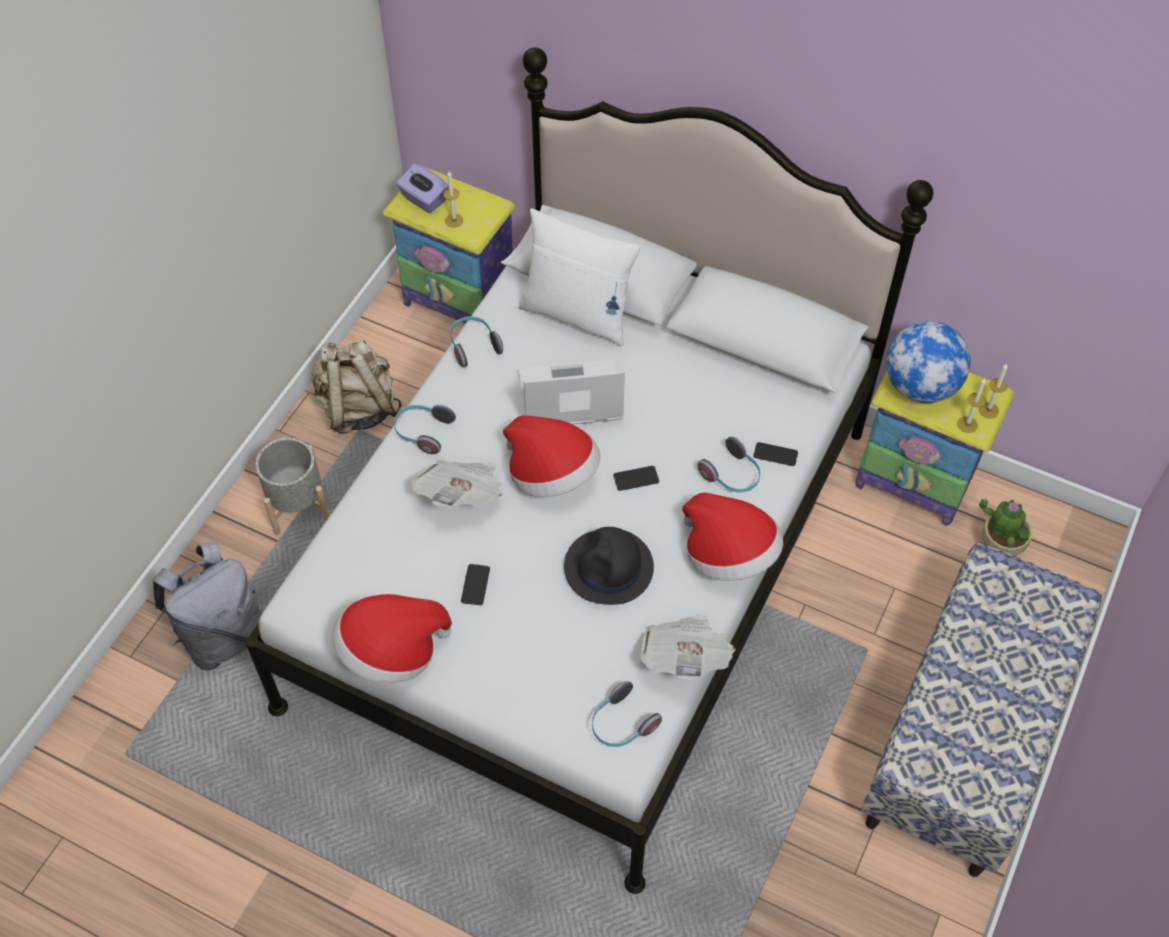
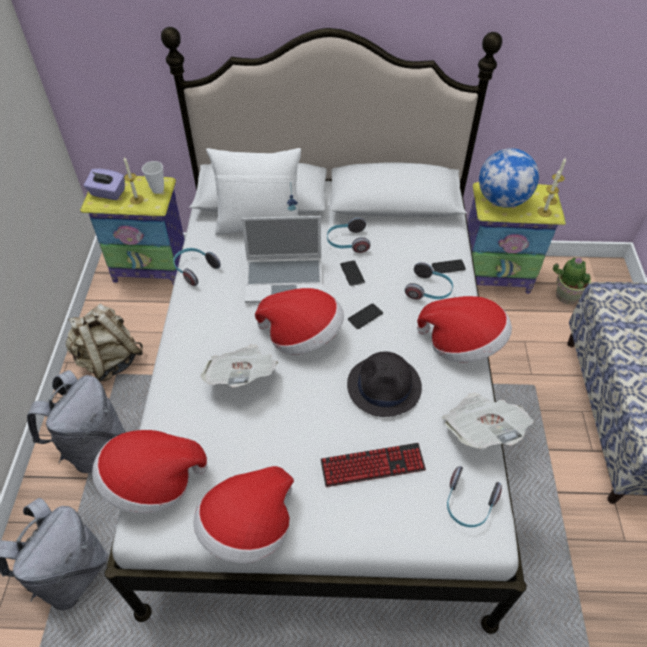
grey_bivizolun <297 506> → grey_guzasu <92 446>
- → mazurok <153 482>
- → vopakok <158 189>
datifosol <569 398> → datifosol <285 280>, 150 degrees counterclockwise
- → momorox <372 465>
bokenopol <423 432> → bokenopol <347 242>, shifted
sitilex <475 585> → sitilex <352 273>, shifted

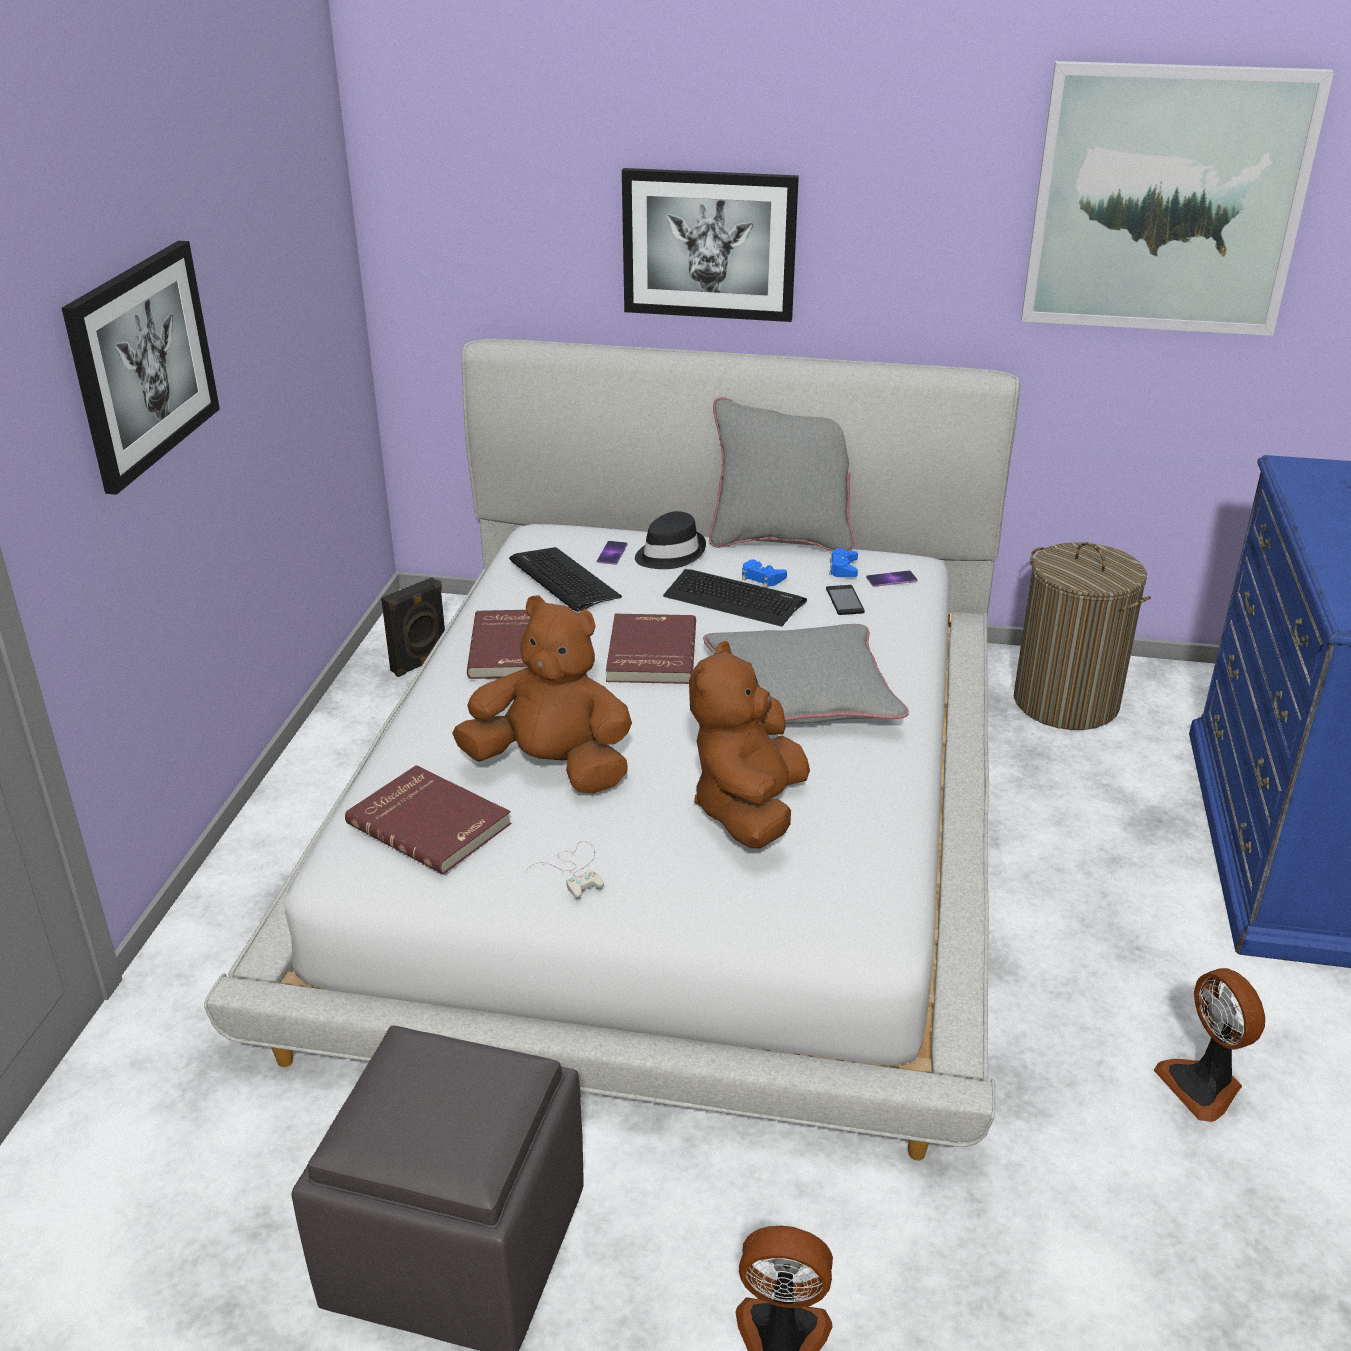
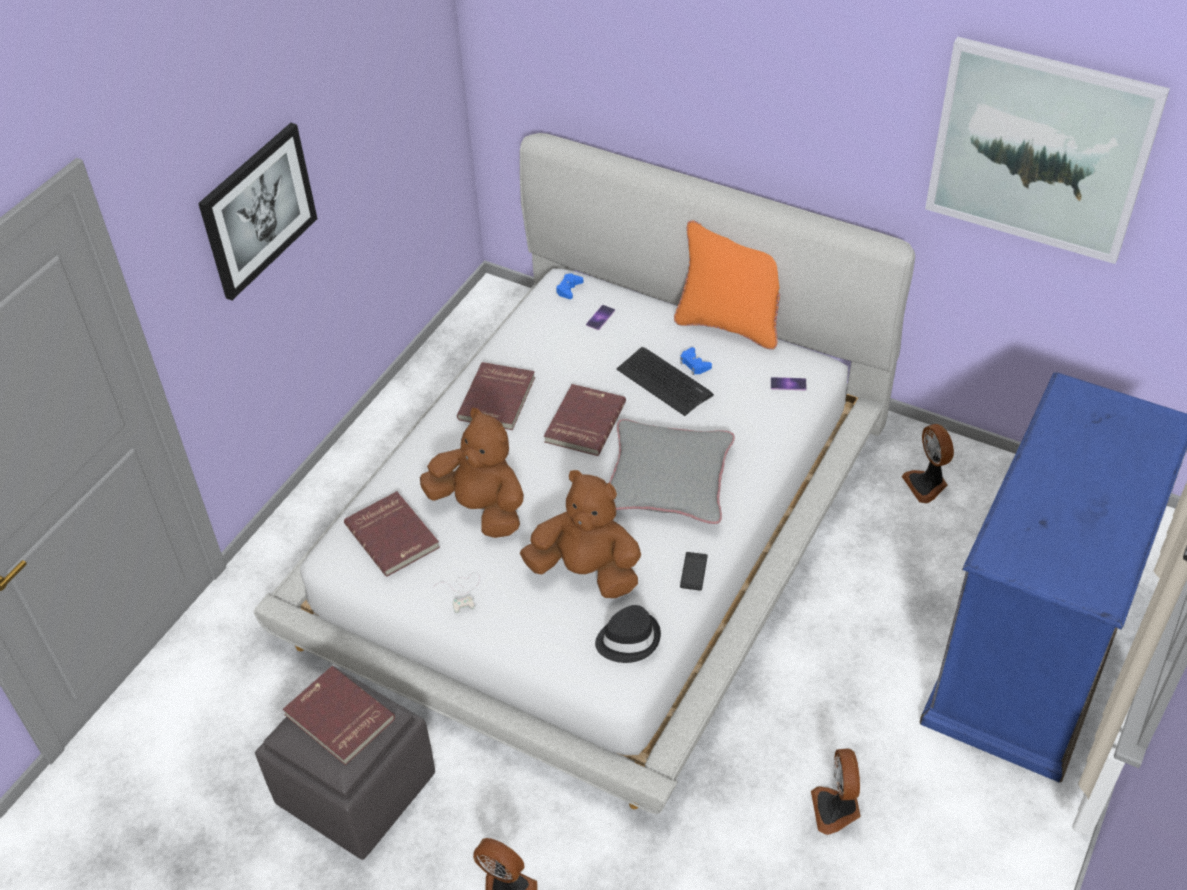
- → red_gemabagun <338 718>
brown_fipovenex <749 810> → brown_fipovenex <586 571>, 75 degrees clockwise
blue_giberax <843 568> → blue_giberax <569 289>, shifted
black_mazurok <669 553> → black_mazurok <628 639>, shifted
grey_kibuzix <781 539> → orange_kibuzix <730 325>
sitilex <844 600> → sitilex <693 571>, shifted
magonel <1066 702> → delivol <927 484>
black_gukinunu <420 664> → -
momorox <563 580> → -
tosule <709 244> → -

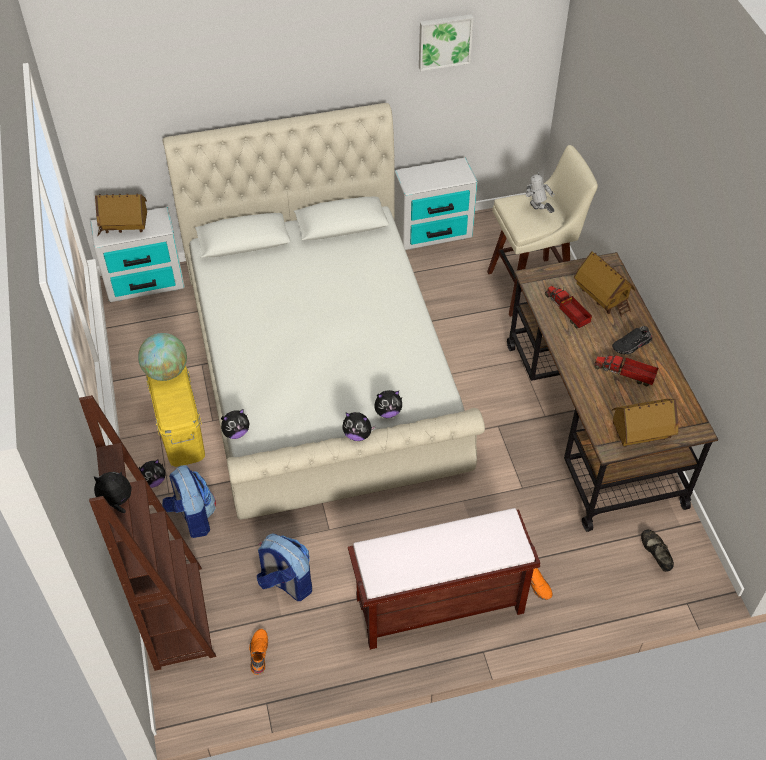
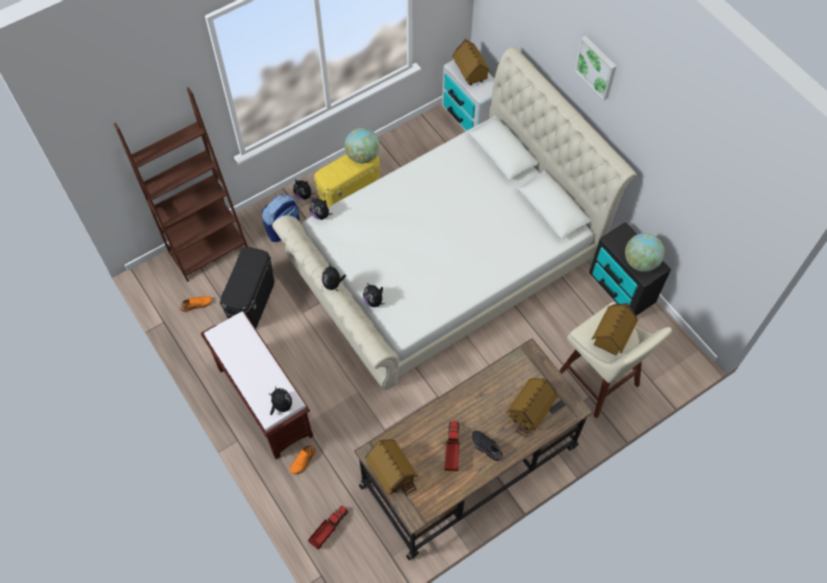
guzasu <286 583> → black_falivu <252 301>
fipovenex <116 502> → fipovenex <281 405>, shifted
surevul <567 311> → surevul <328 529>, shifted
tosule <444 41> → tosule <597 67>, shifted
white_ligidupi <433 236> → black_ligidupi <620 290>
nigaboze <537 212> → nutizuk <611 337>
- → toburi <640 262>
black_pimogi <655 555> → -

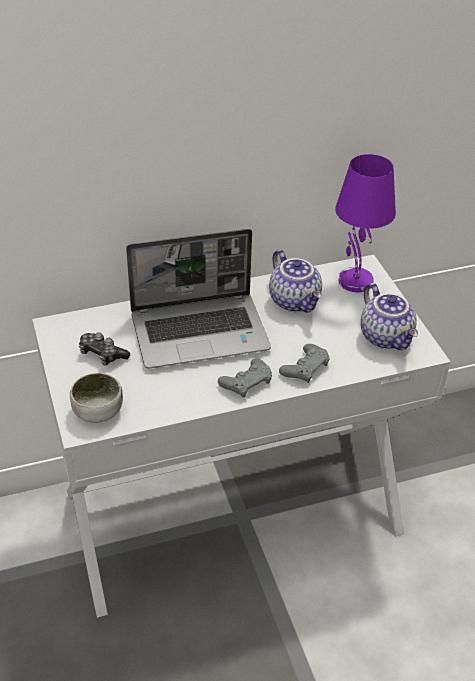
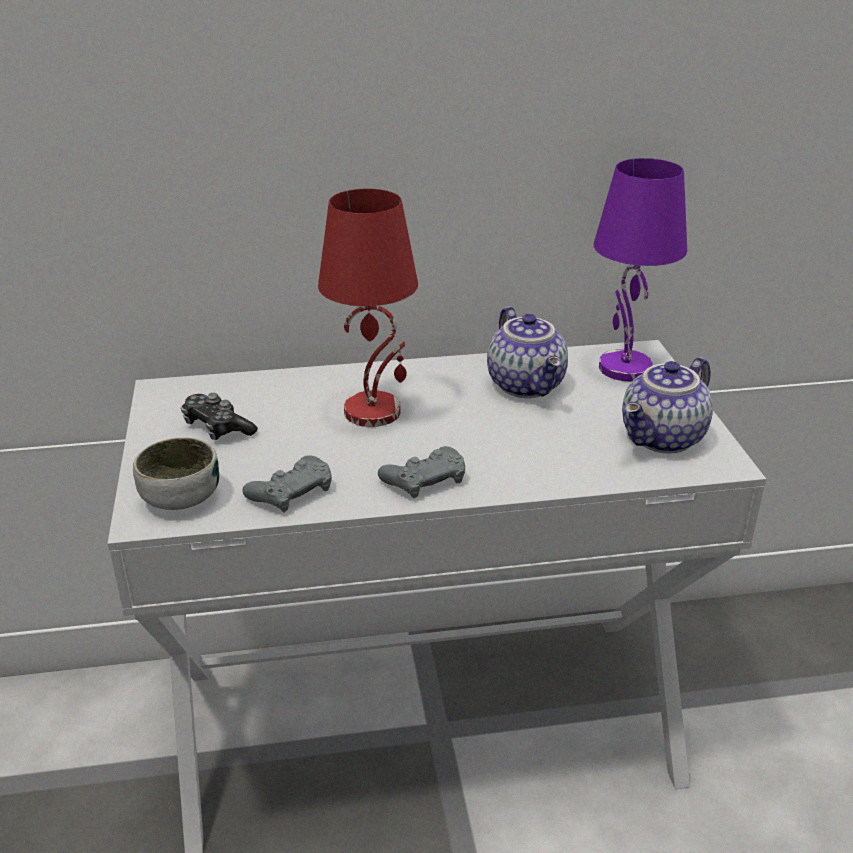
grey_giberax <305 368> → grey_giberax <291 492>, shifted
datifosol <201 331> → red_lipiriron <374 411>
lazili <387 337> → lazili <664 439>, 60 degrees clockwise

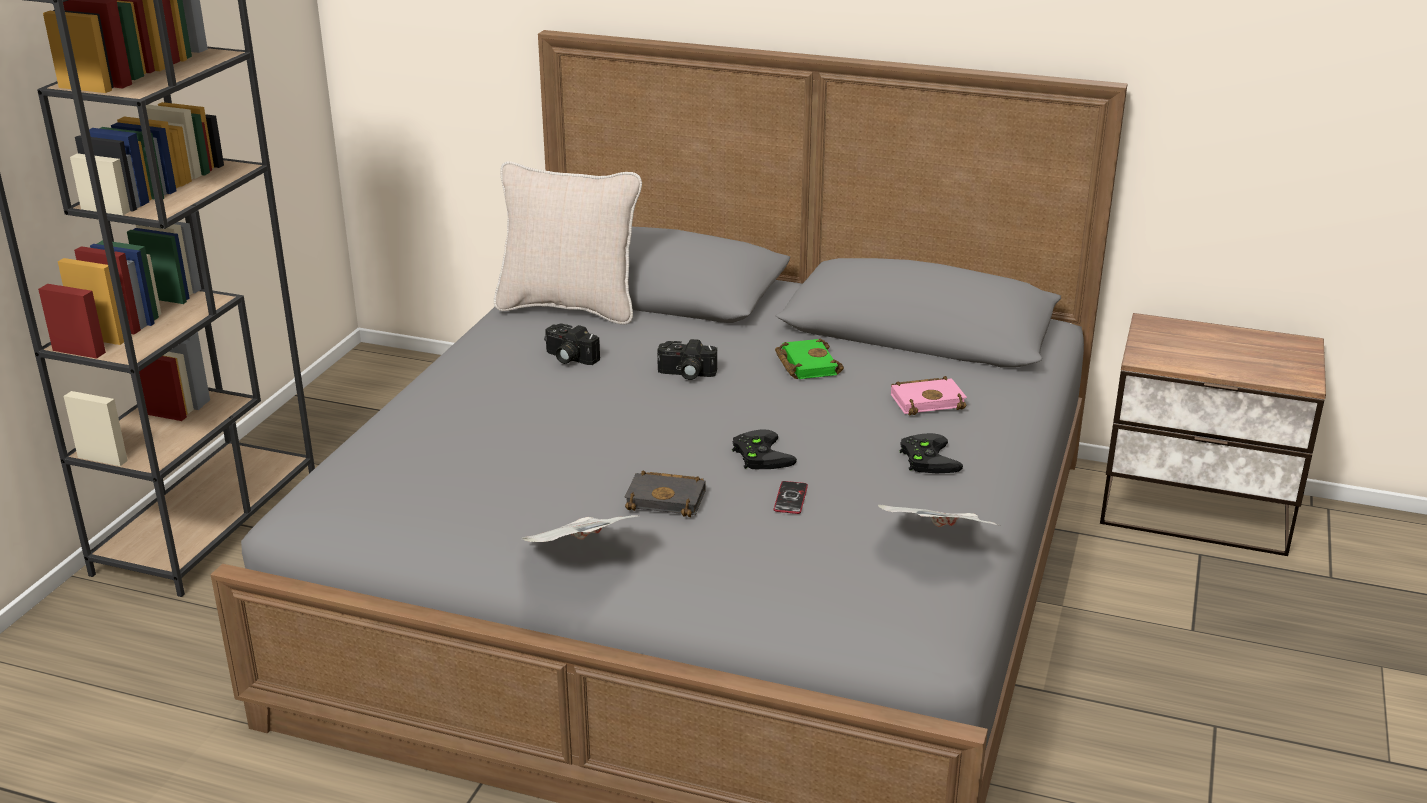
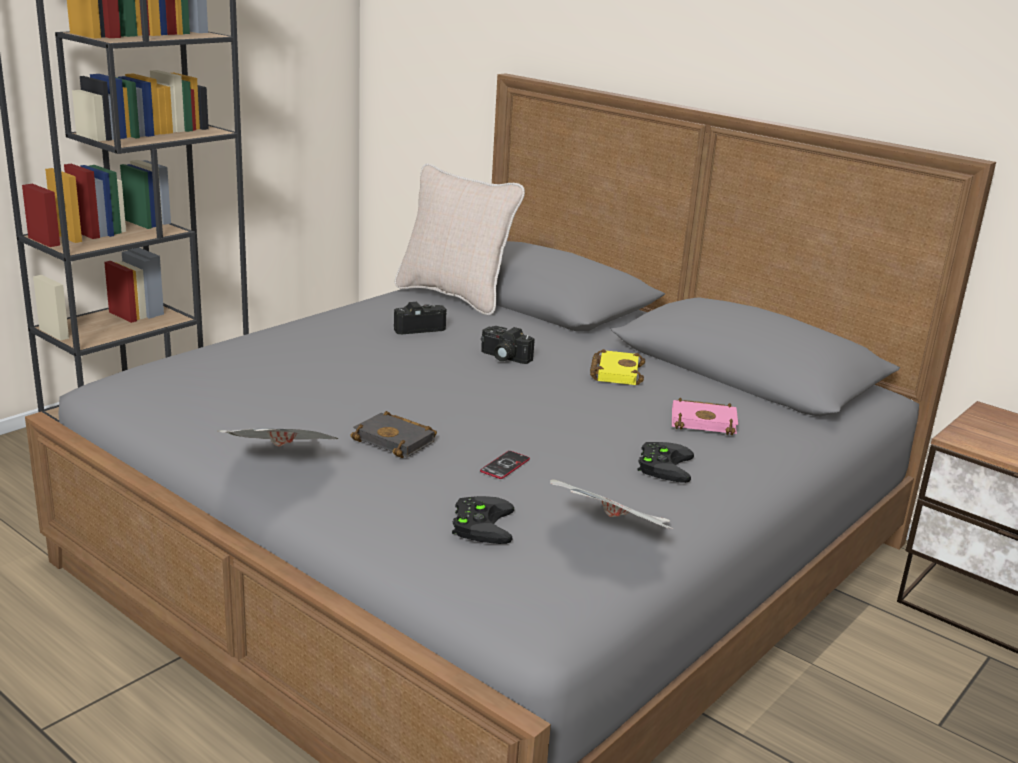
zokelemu <568 358> → zokelemu <418 327>, 105 degrees clockwise
black_giberax <759 454> → black_giberax <480 523>, shifted
green_gemabagun <805 364> → yellow_gemabagun <615 372>

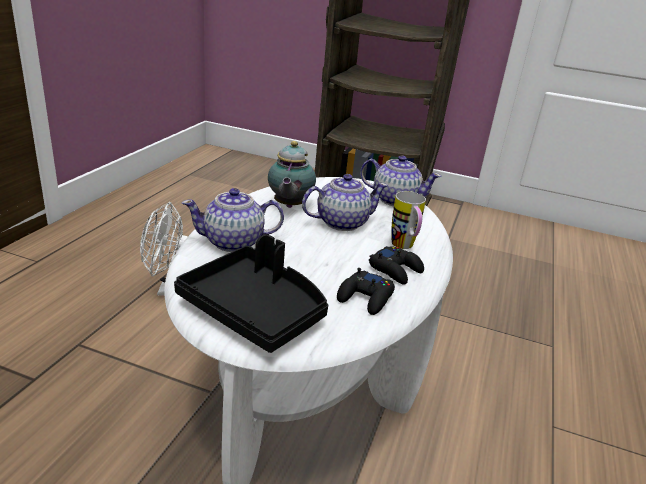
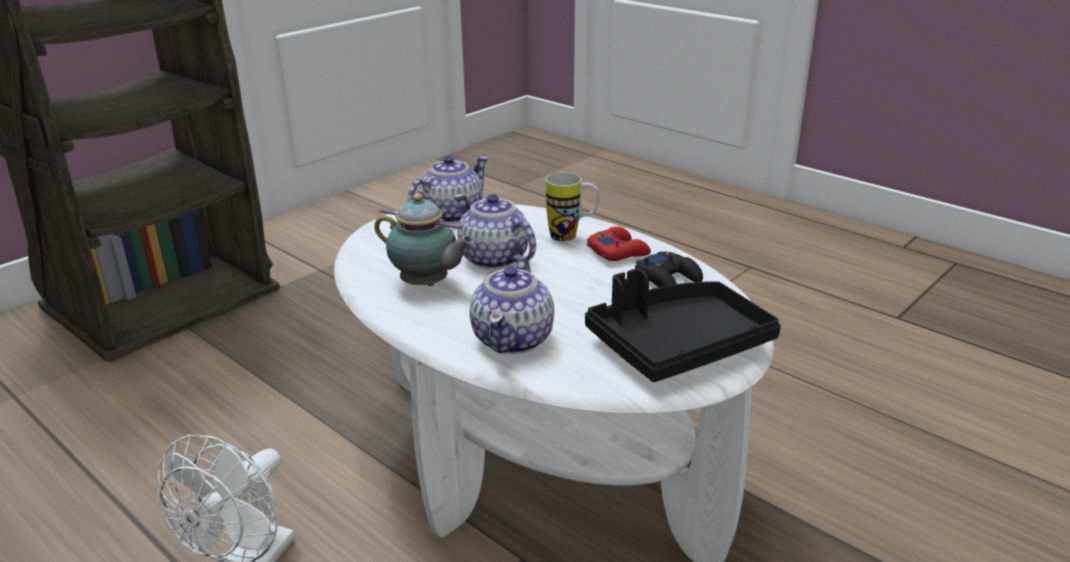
lazili <341 222> → lazili <494 259>, 45 degrees counterclockwise
black_giberax <396 270> → red_giberax <618 252>

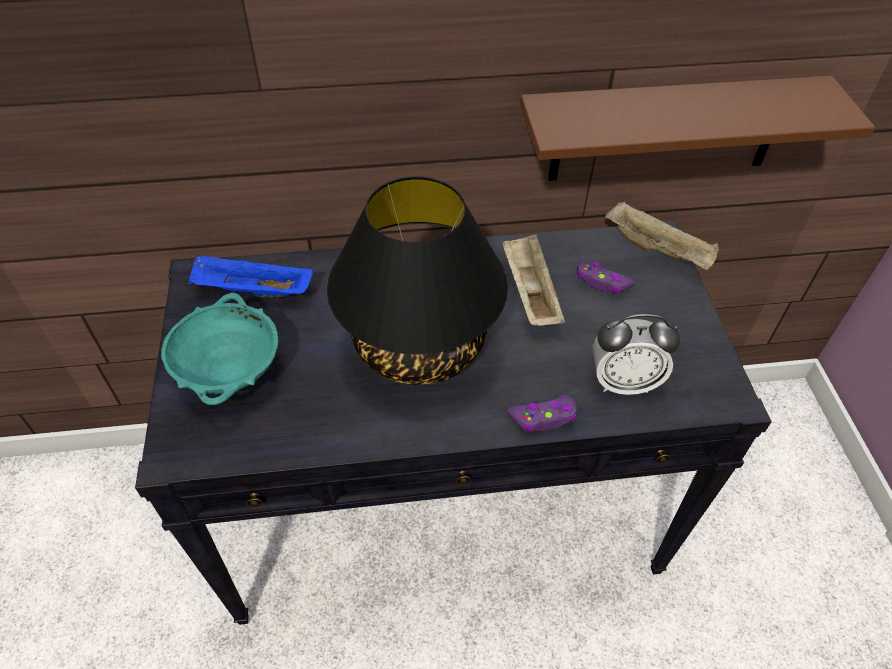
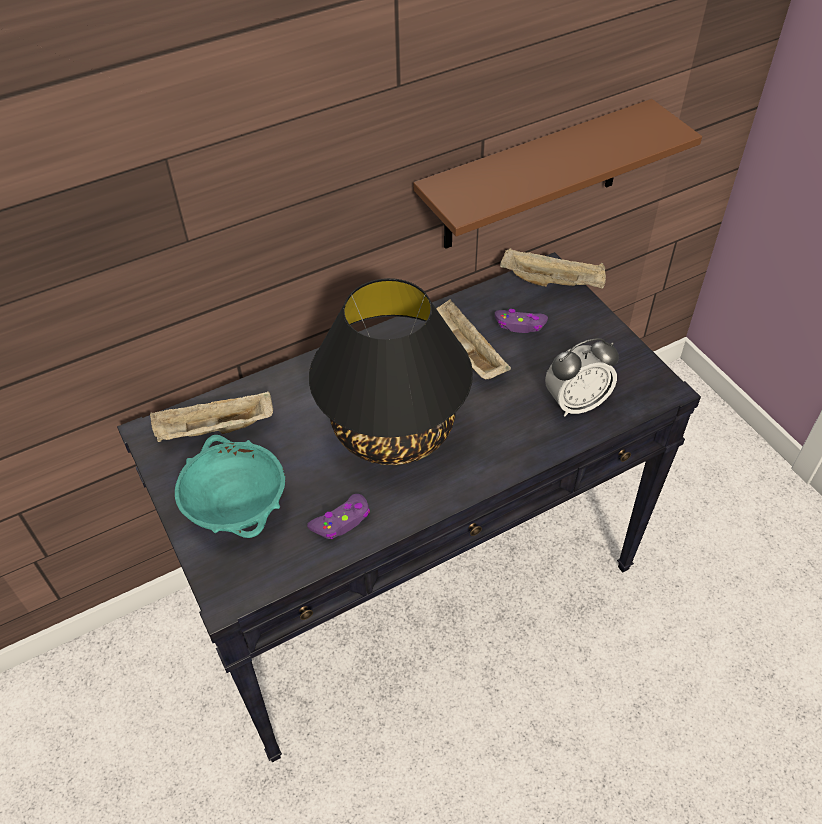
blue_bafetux <252 291> → beige_bafetux <214 430>
purple_giberax <543 418> → purple_giberax <342 521>, shifted

